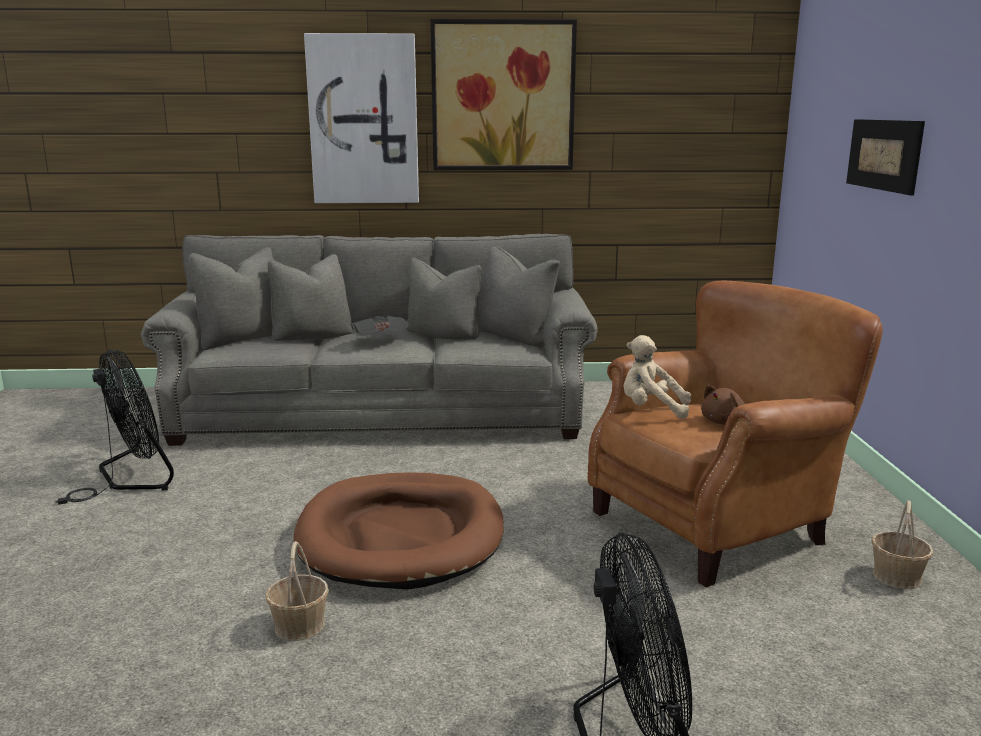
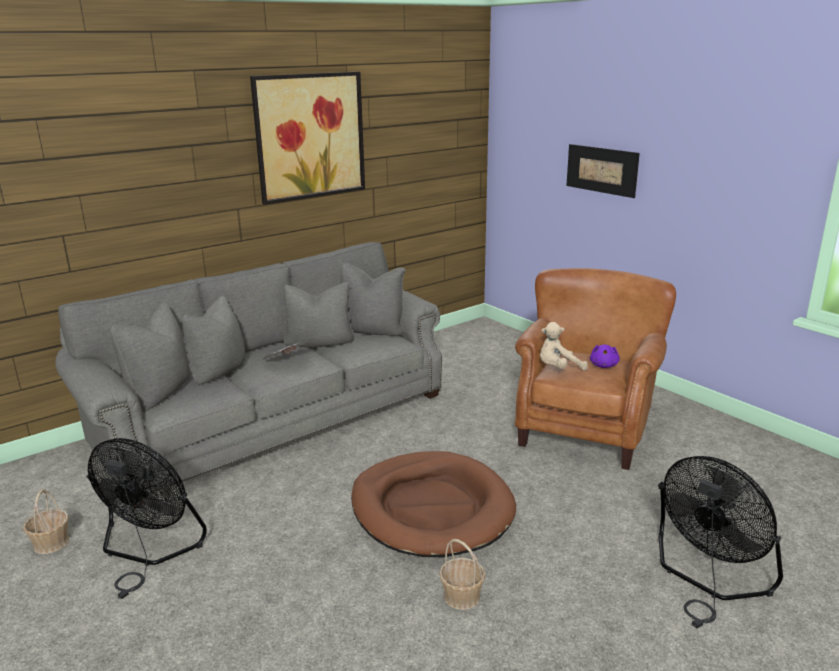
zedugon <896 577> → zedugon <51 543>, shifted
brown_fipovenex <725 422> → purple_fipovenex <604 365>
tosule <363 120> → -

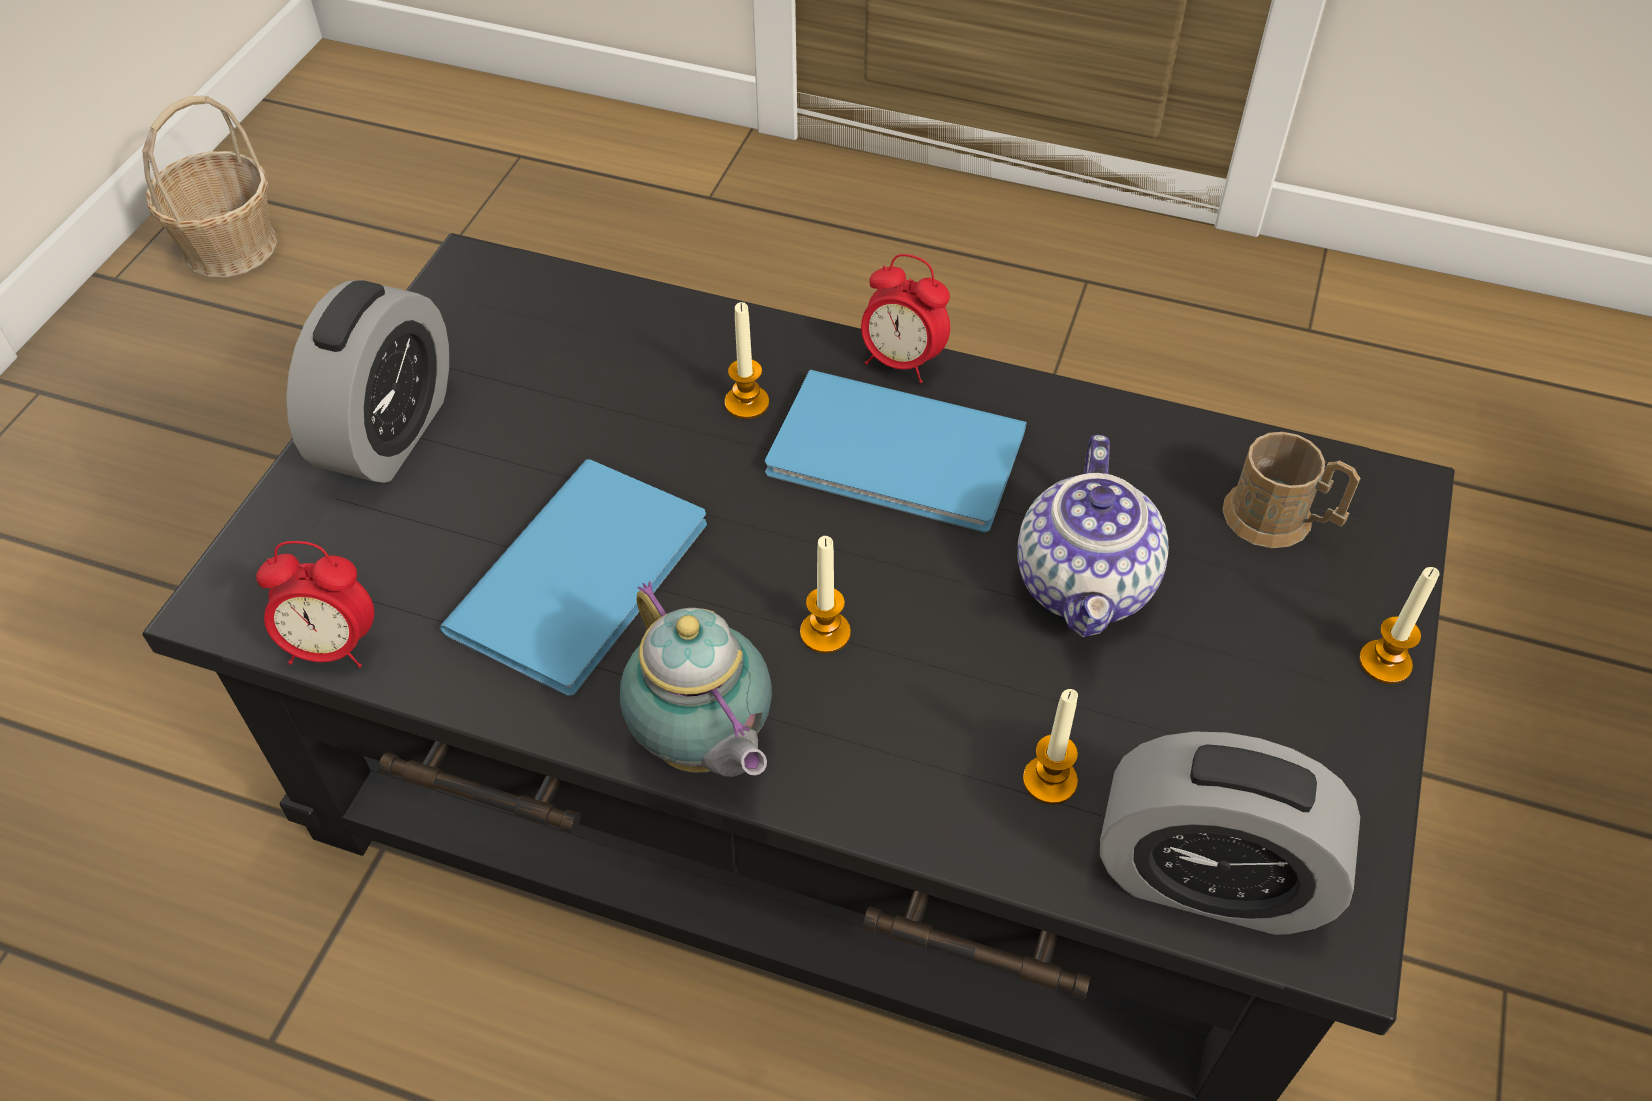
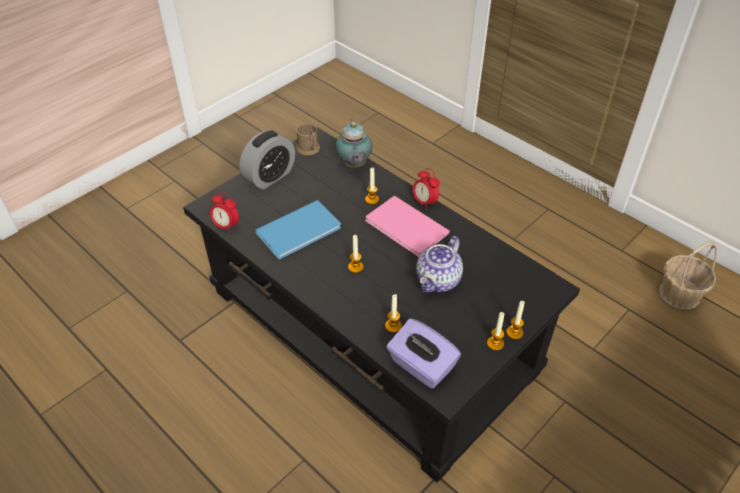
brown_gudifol <1280 520> → brown_gudifol <309 149>, shifted
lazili <704 748> → lazili <354 165>, shifted
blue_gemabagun <900 459> → pink_gemabagun <406 229>
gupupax <1209 879> → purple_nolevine <421 366>
- → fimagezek <495 343>
zedugon <229 247> → zedugon <679 294>, shifted

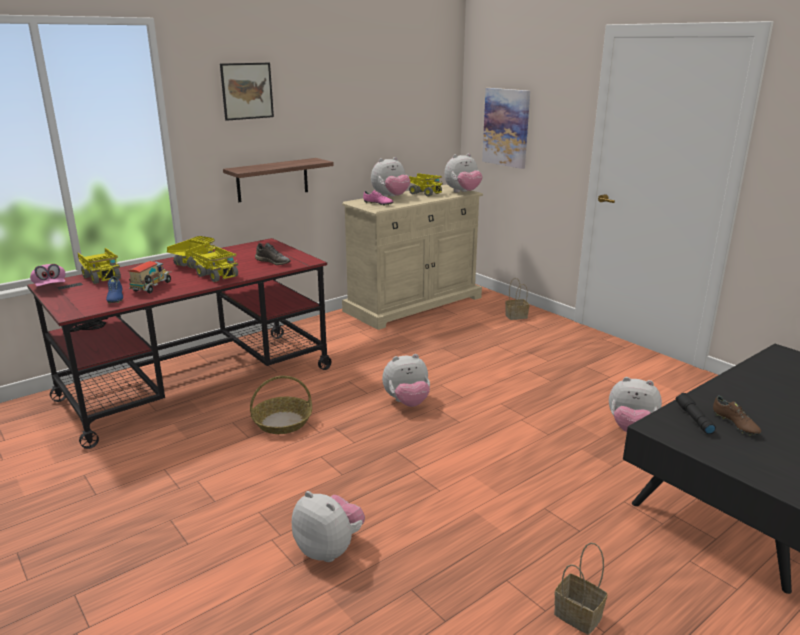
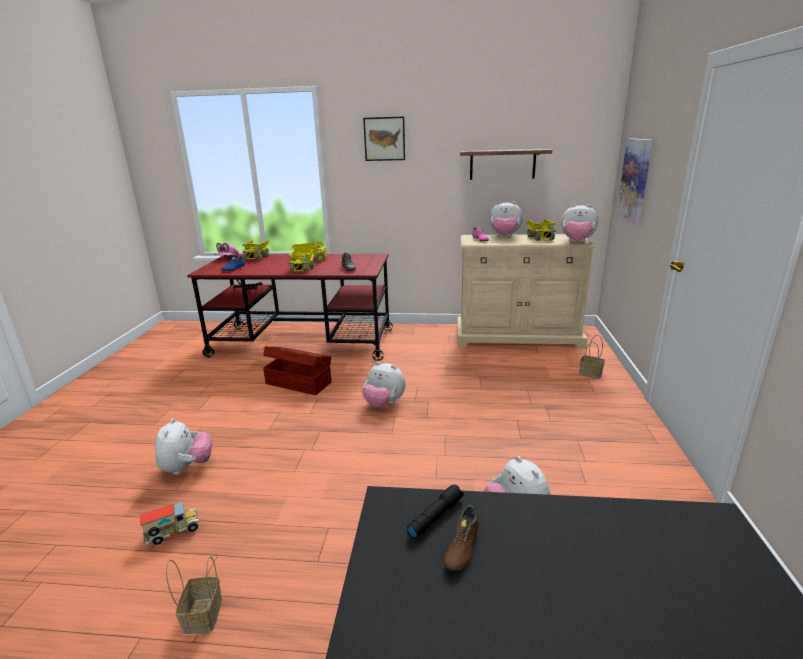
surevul <152 288> → surevul <173 533>, shifted
zedugon <282 422> → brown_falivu <298 382>
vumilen <272 180> → vumilen <502 164>, shifted

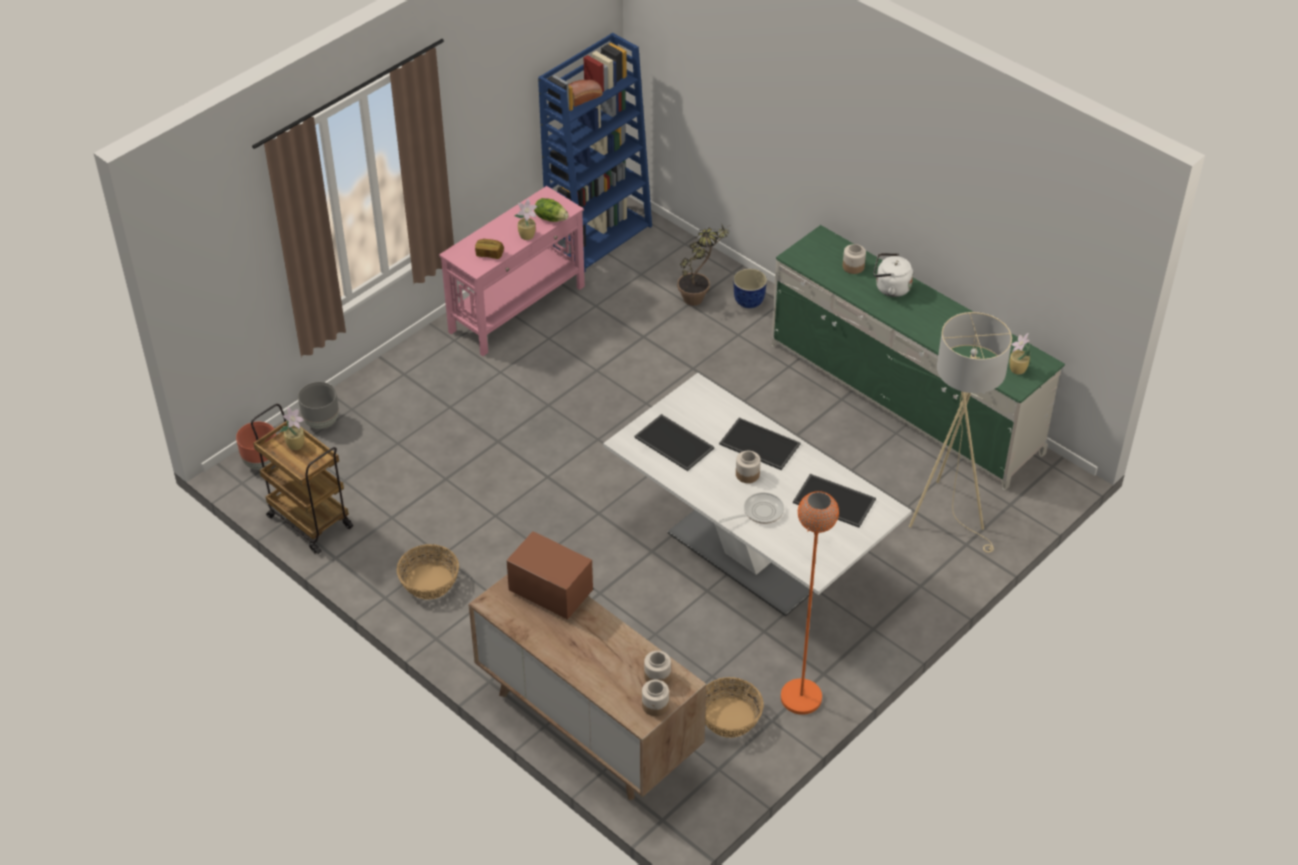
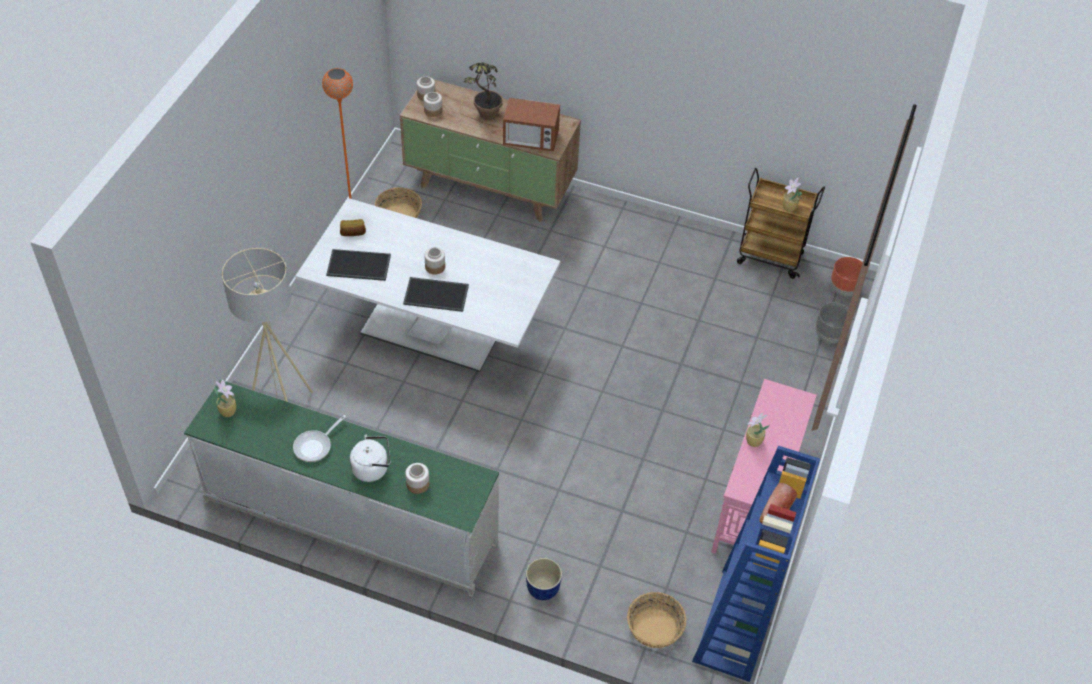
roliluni <759 512> → roliluni <315 446>, shifted
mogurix <489 254> → mogurix <353 233>, shifted
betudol <699 296> → betudol <484 118>, shifted
zedugon <429 581> → zedugon <654 628>, shifted
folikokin <551 218> → -
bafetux <675 442> → -

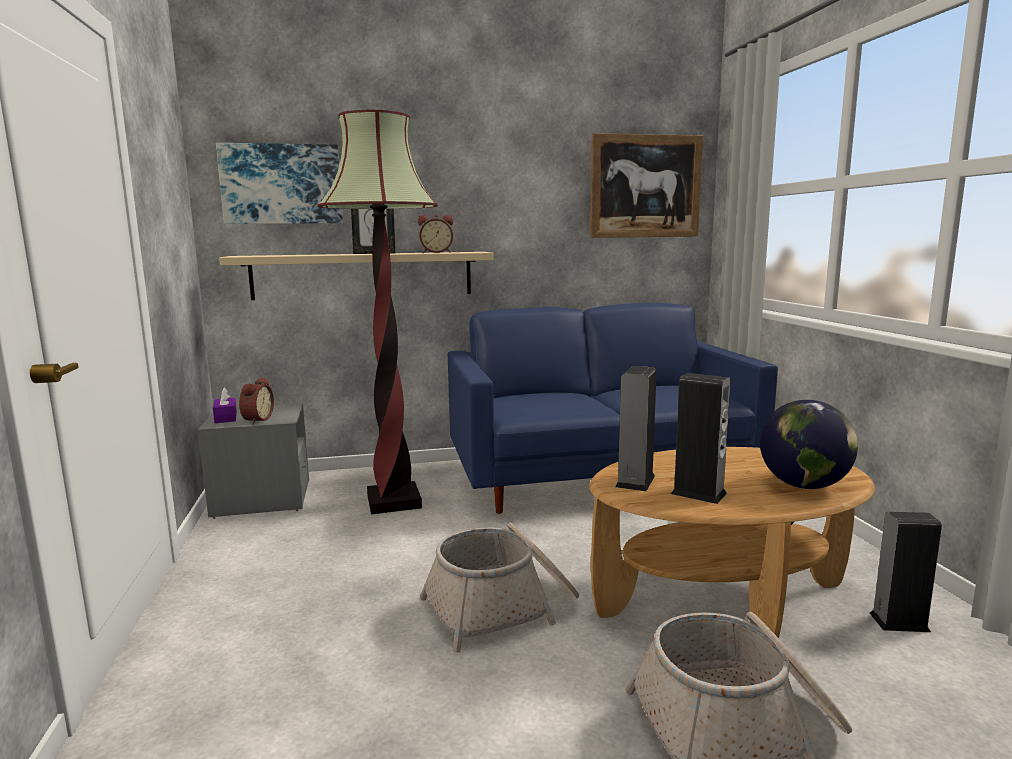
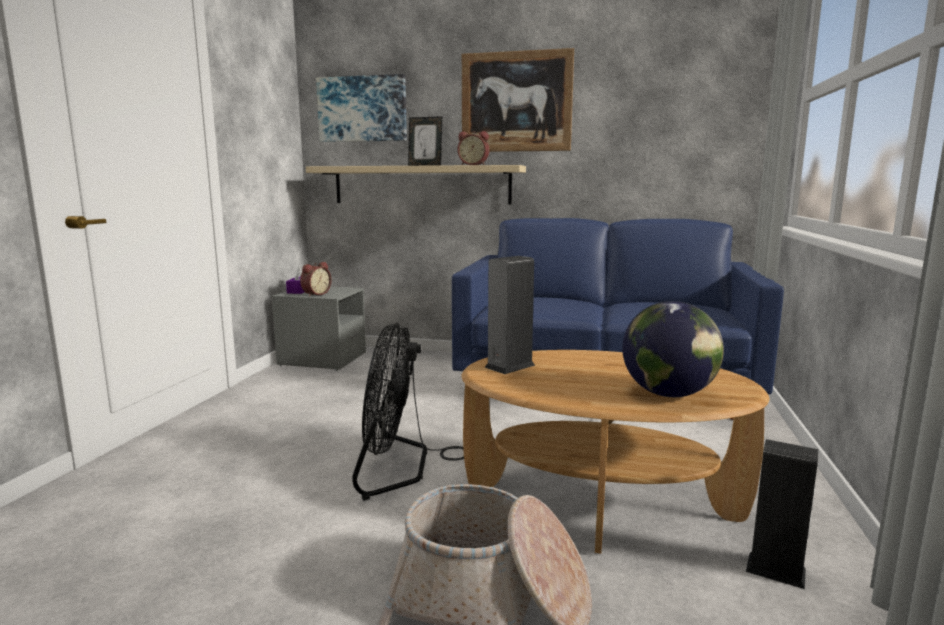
zedugon <503 607> → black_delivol <404 463>
tosule <645 186> → tosule <516 102>, shifted
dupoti <394 501> → -
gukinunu <698 493> → -

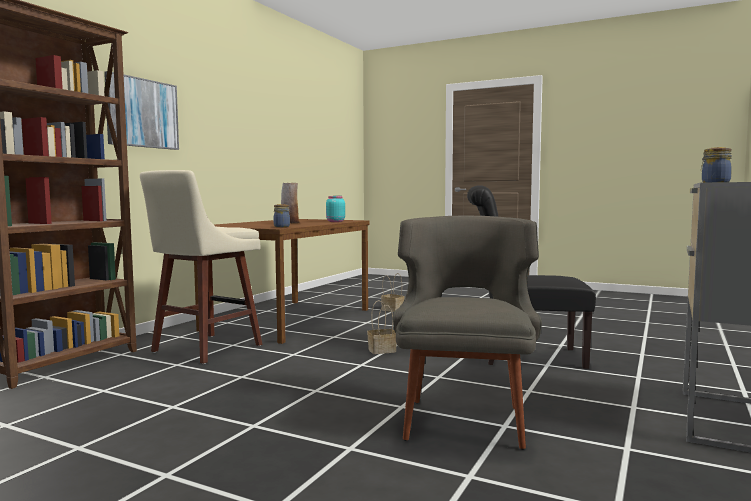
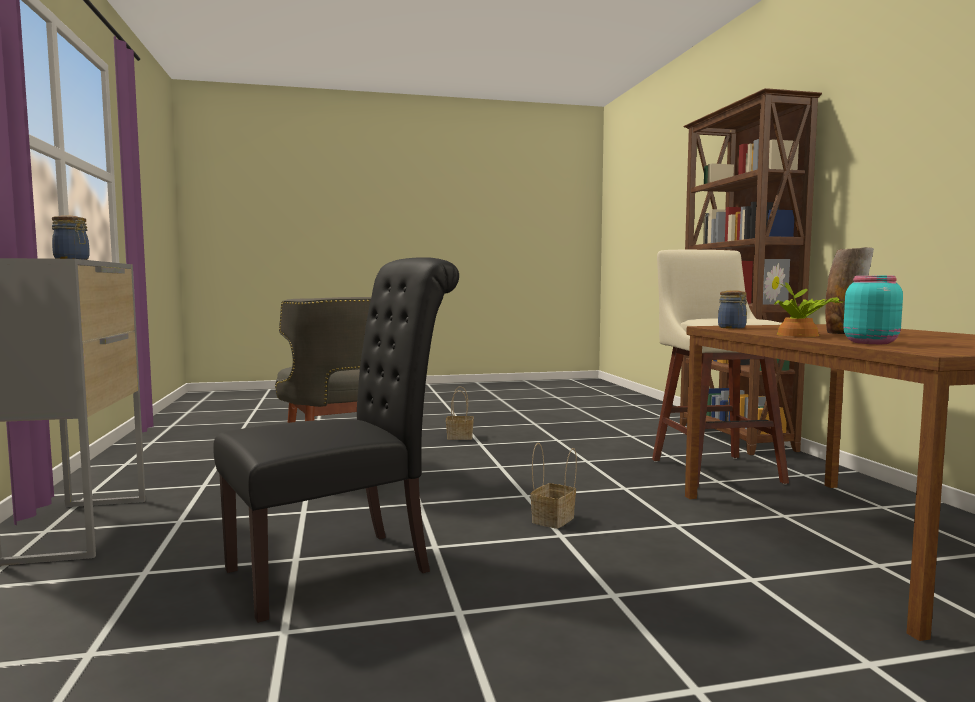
zedugon <391 310> → zedugon <460 437>, shifted
- → betudol <799 335>
tosule <142 113> → -

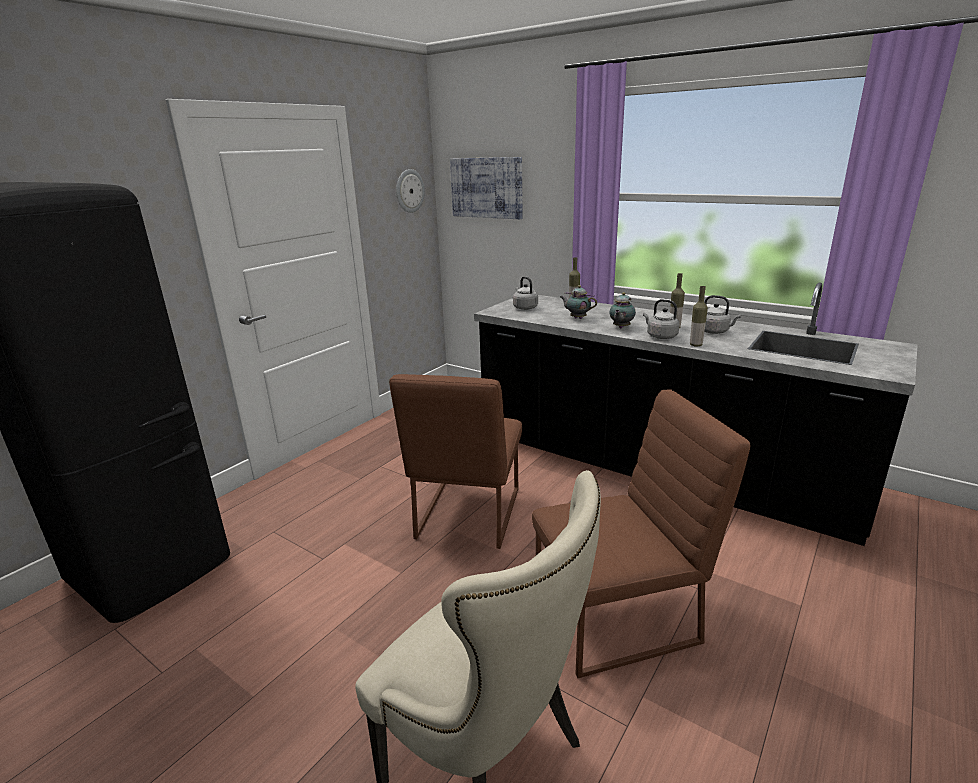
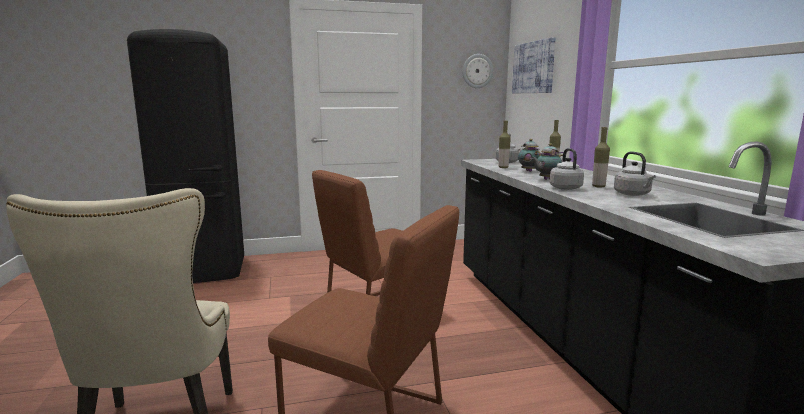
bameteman <695 345> → bameteman <503 167>, shifted

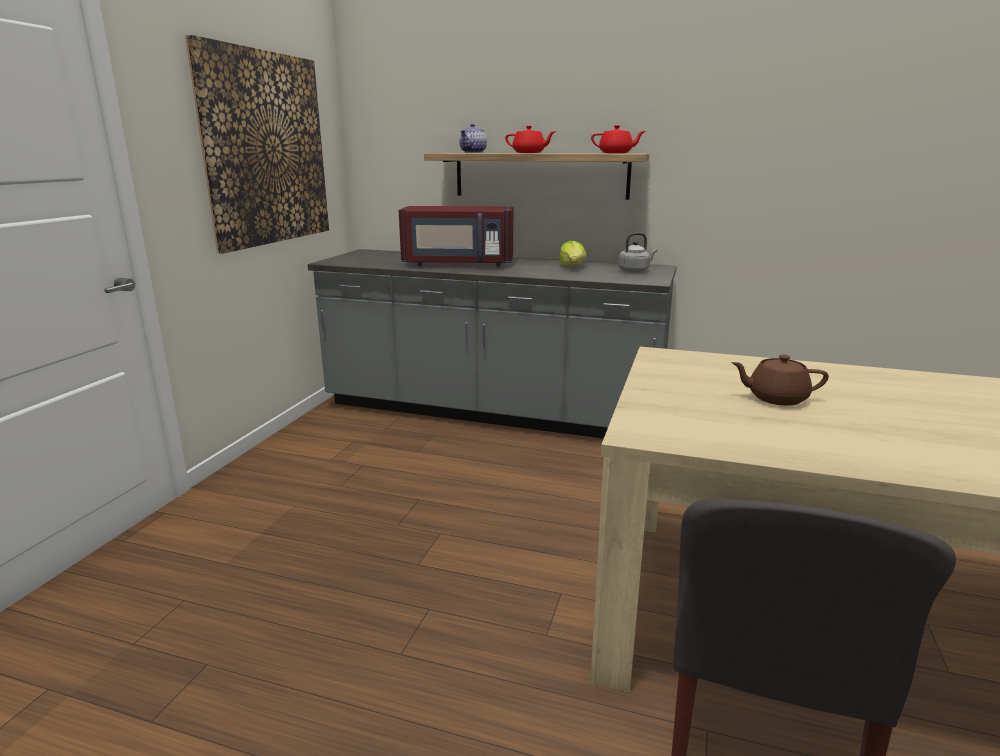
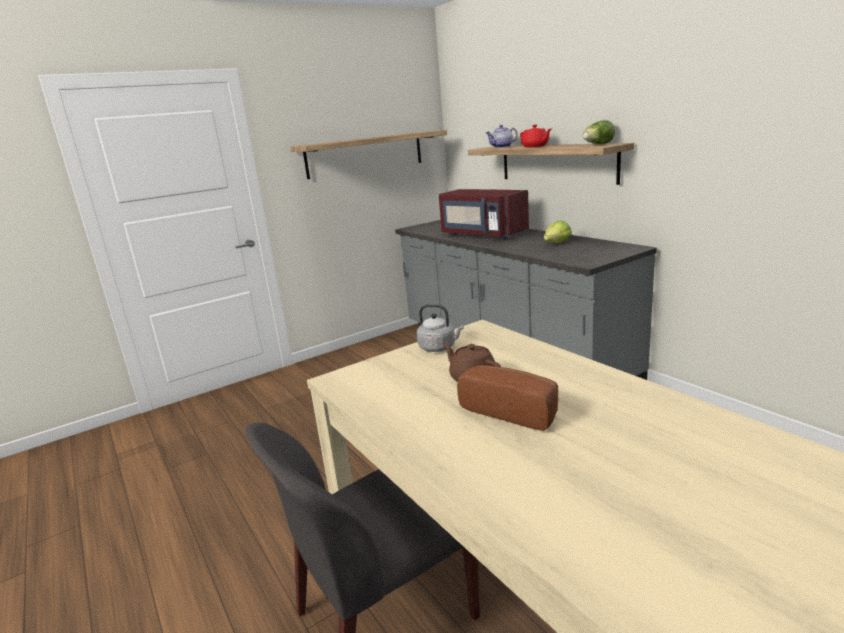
tosule <266 149> → vumilen <365 154>
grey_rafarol <635 271> → grey_rafarol <439 347>, shifted
- → mogurix <512 410>
red_lazili <616 153> → folikokin <597 145>

